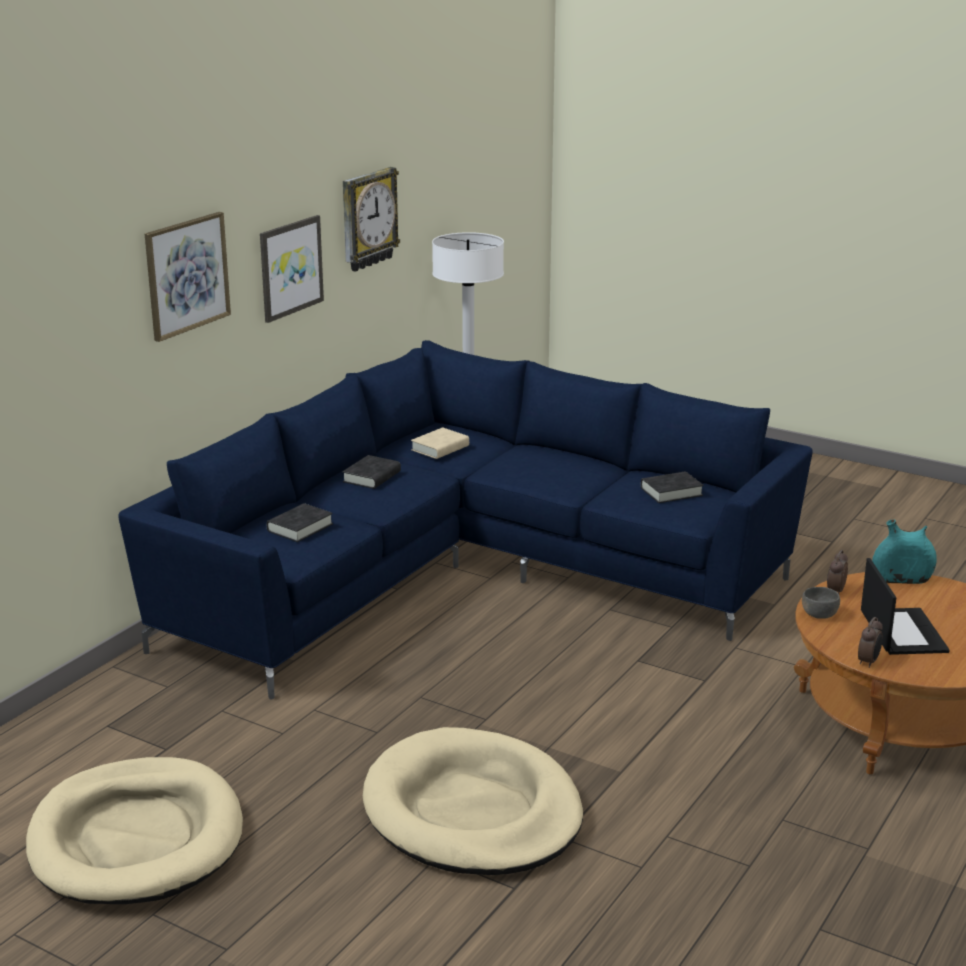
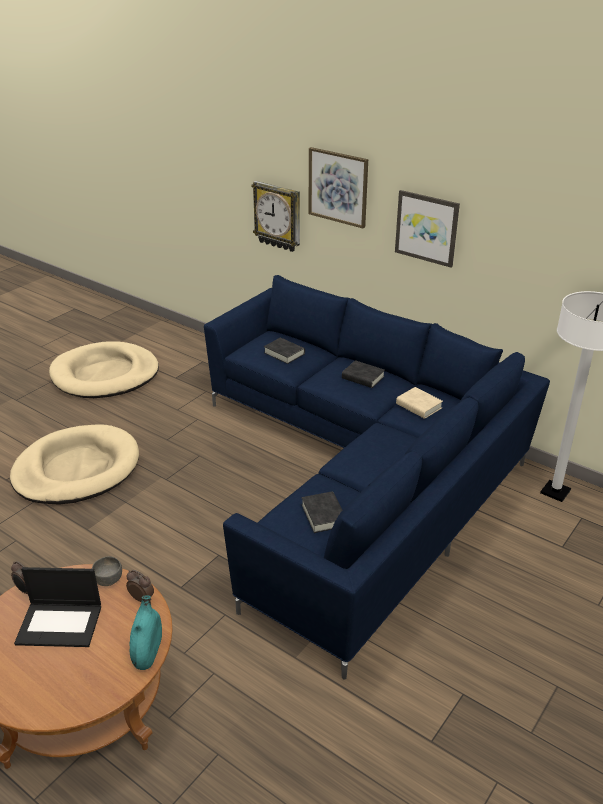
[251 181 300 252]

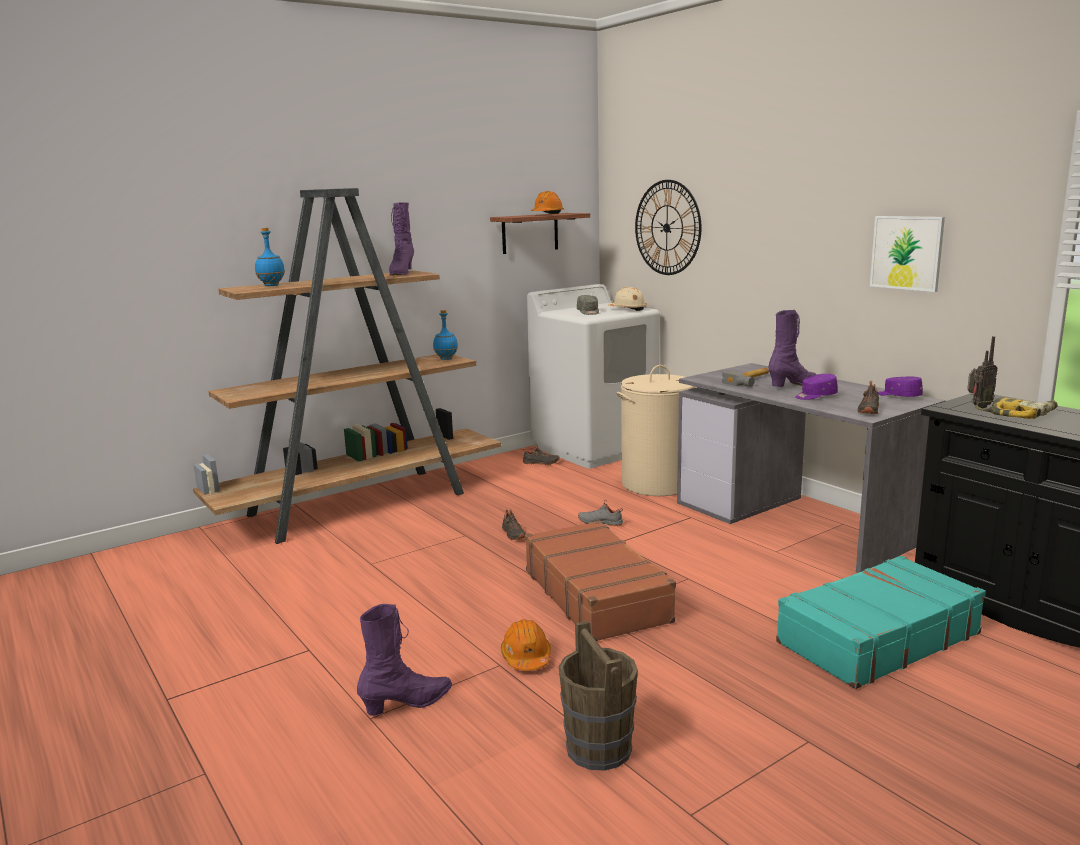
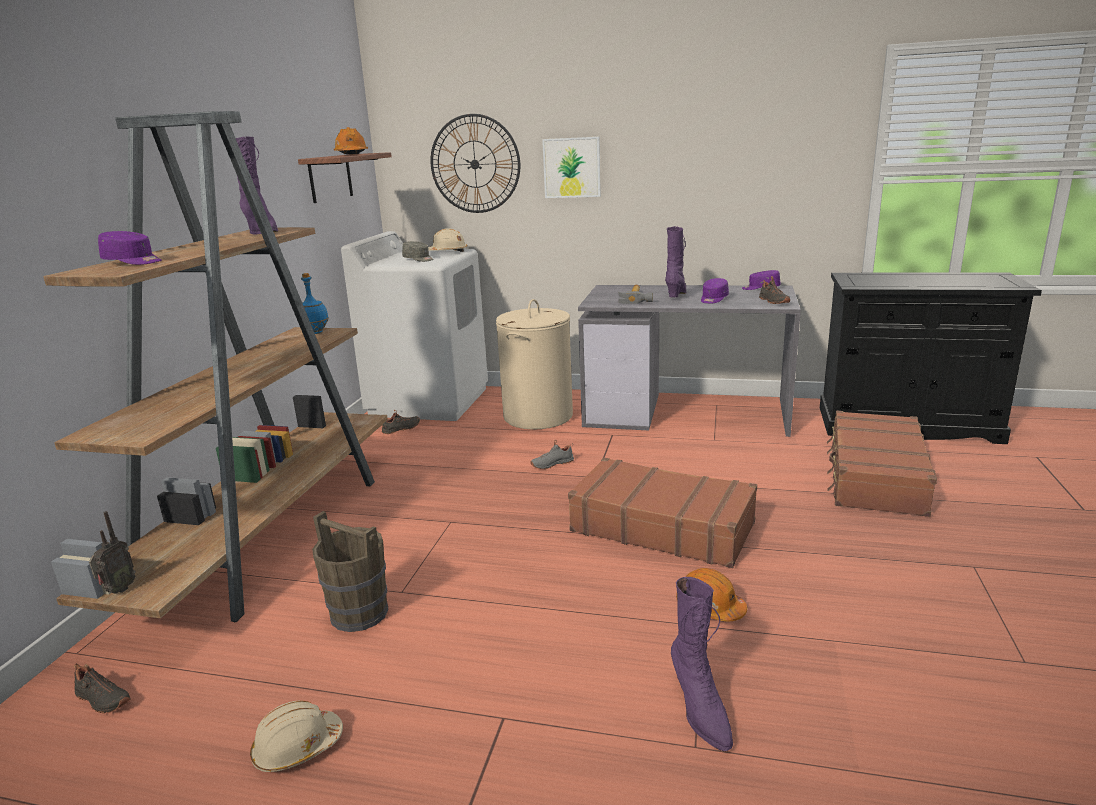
[542 137 601 198]
[98 231 161 265]
[89 511 136 594]
[976 397 1058 419] (first image)
[74 664 131 713]
[827 411 937 517]
[671 577 733 751]
[312 511 388 632]
[250 700 343 772]

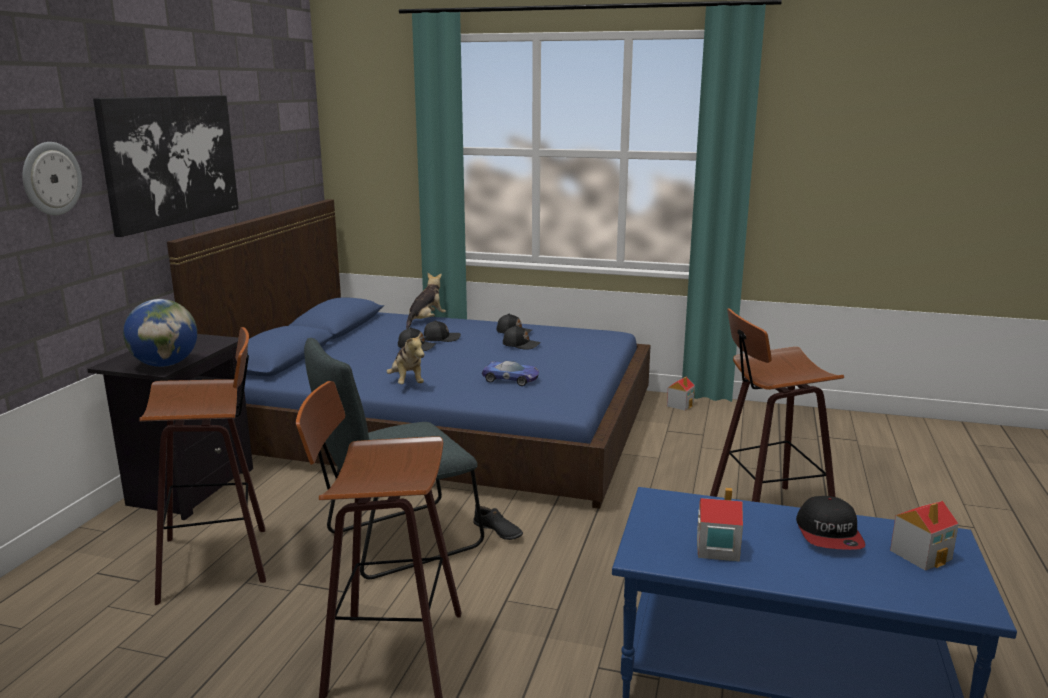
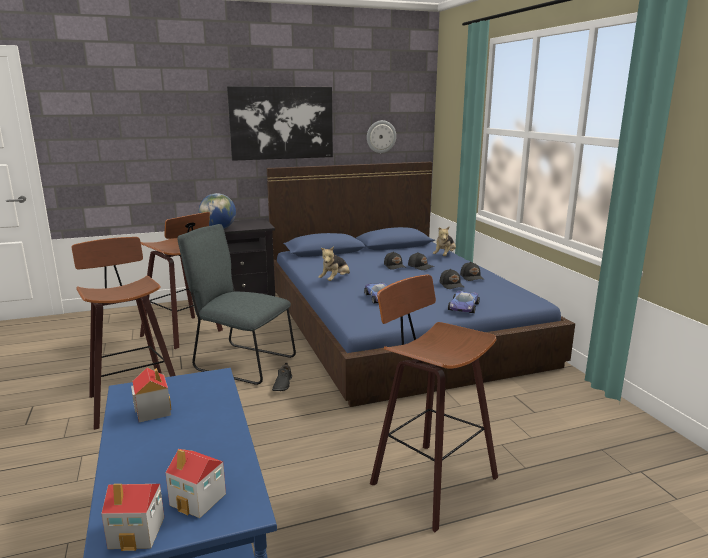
[367 120 396 153]
[433 227 456 256]
[101 484 164 551]
[796 496 865 550] (first image)
[448 291 480 313]

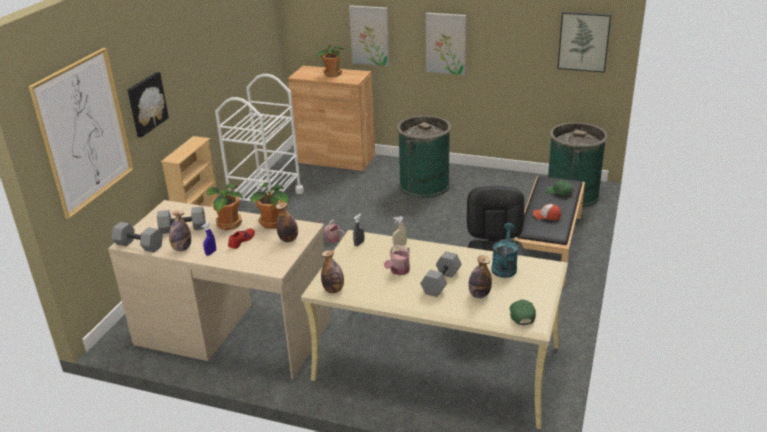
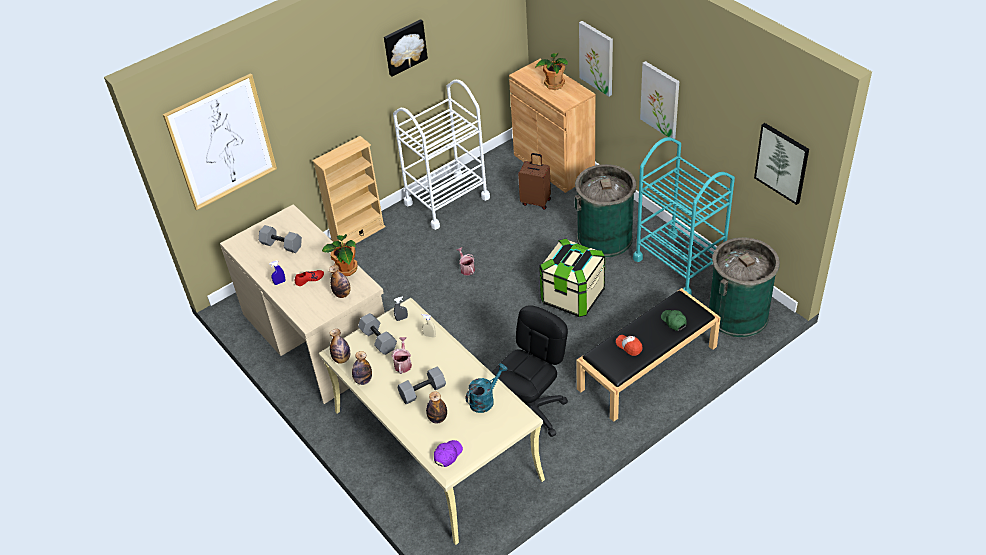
[384 19 428 77]
[206 184 243 230] (first image)
[352 351 372 385]
[358 313 397 355]
[391 337 412 374]
[434 440 463 467]
[633 137 735 295]
[518 153 551 210]
[539 238 605 317]

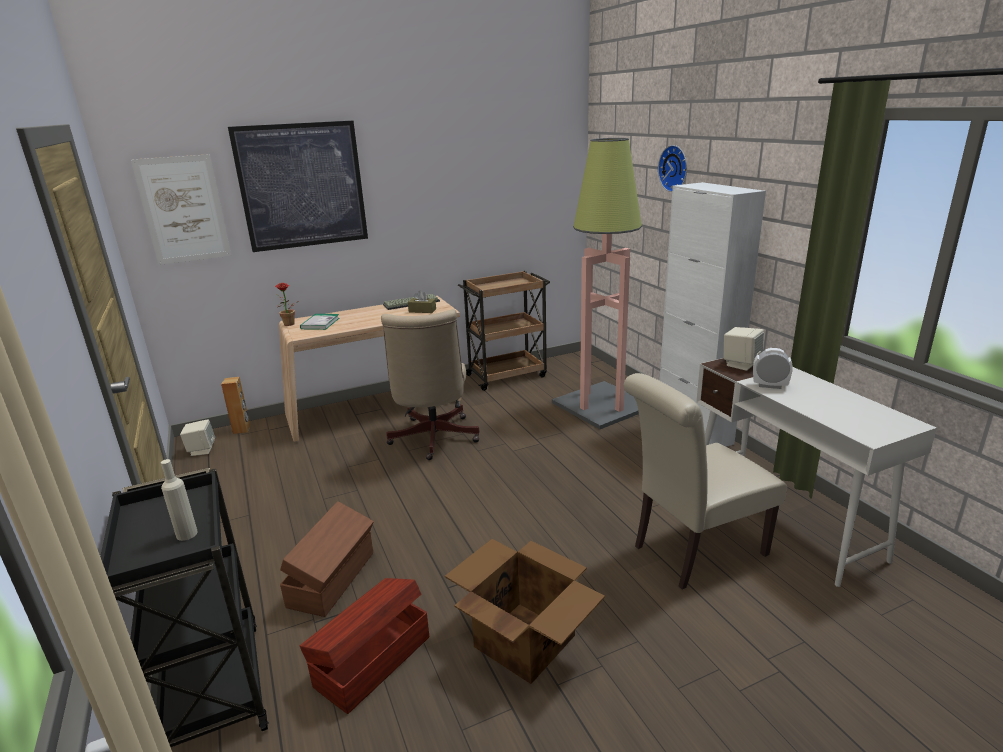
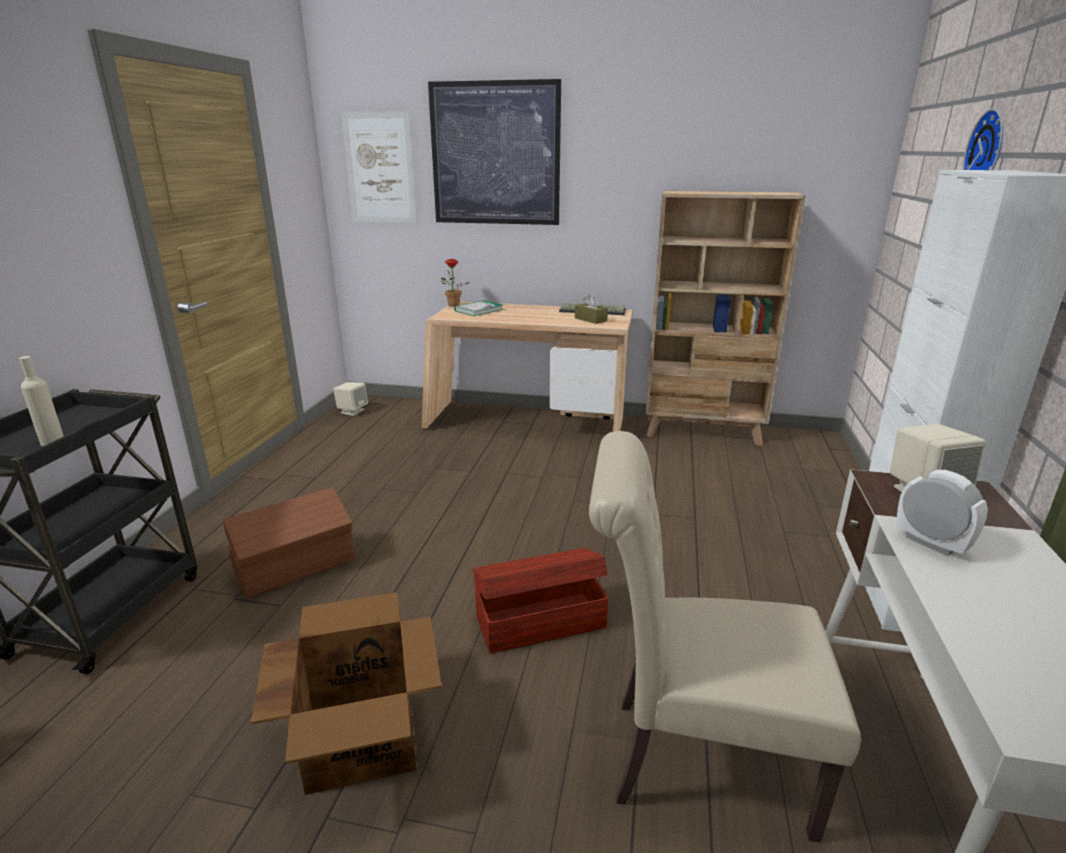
[552 138 642 429] (first image)
[646 191 805 446]
[381 309 480 460] (first image)
[221 377 251 434] (first image)
[473 548 609 654]

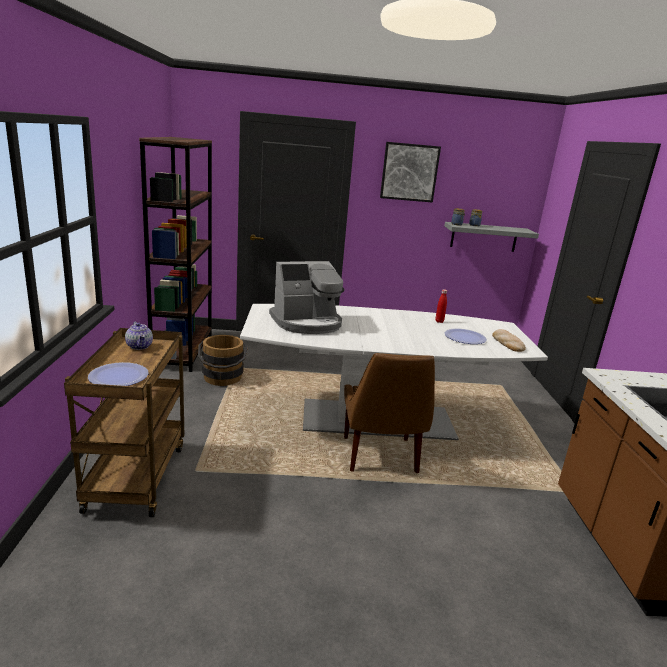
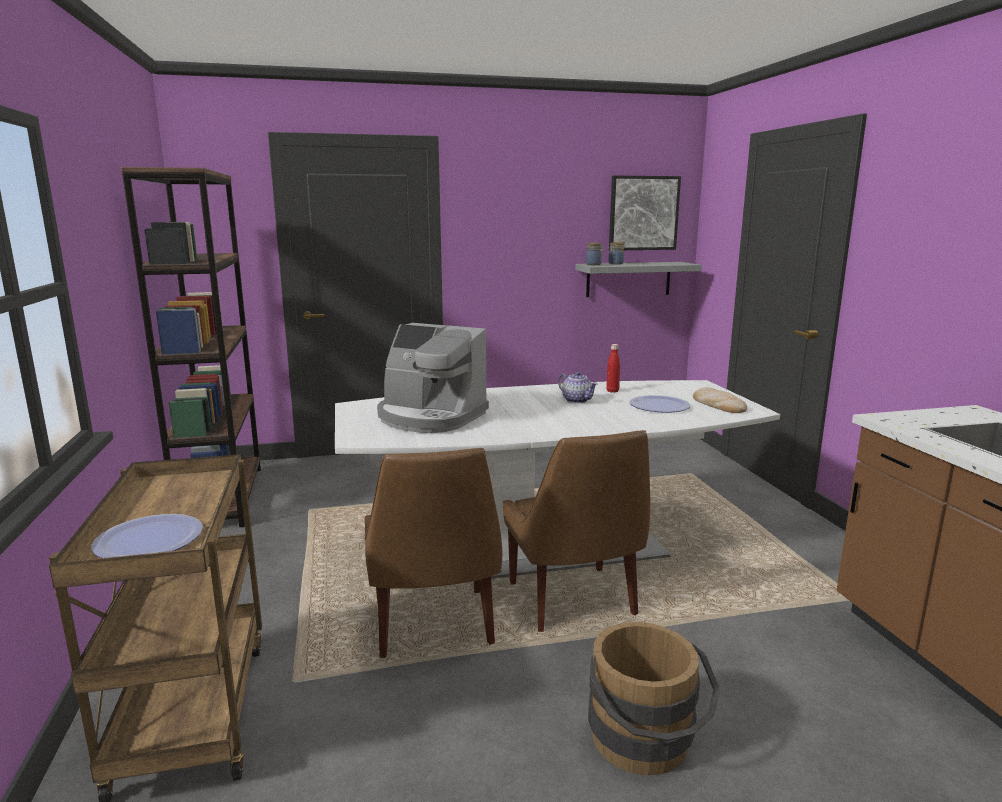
[609 176 681 250]
[377 323 489 433]
[558 371 598 403]
[588 622 720 776]
[365 448 502 658]

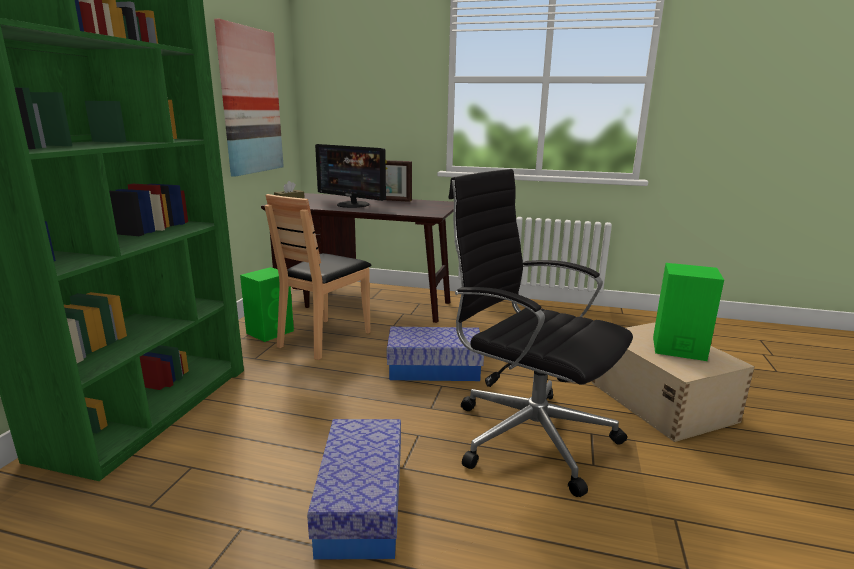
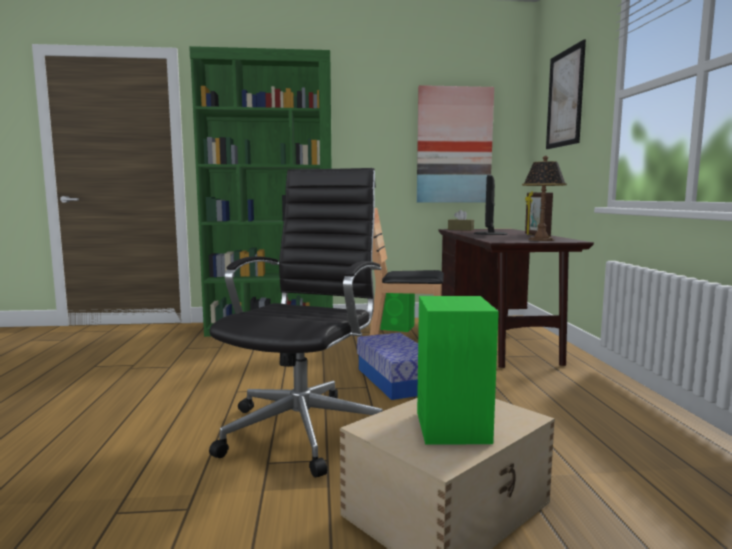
[307 419 401 560] (first image)
[546 40 586 149]
[522 156 567 241]

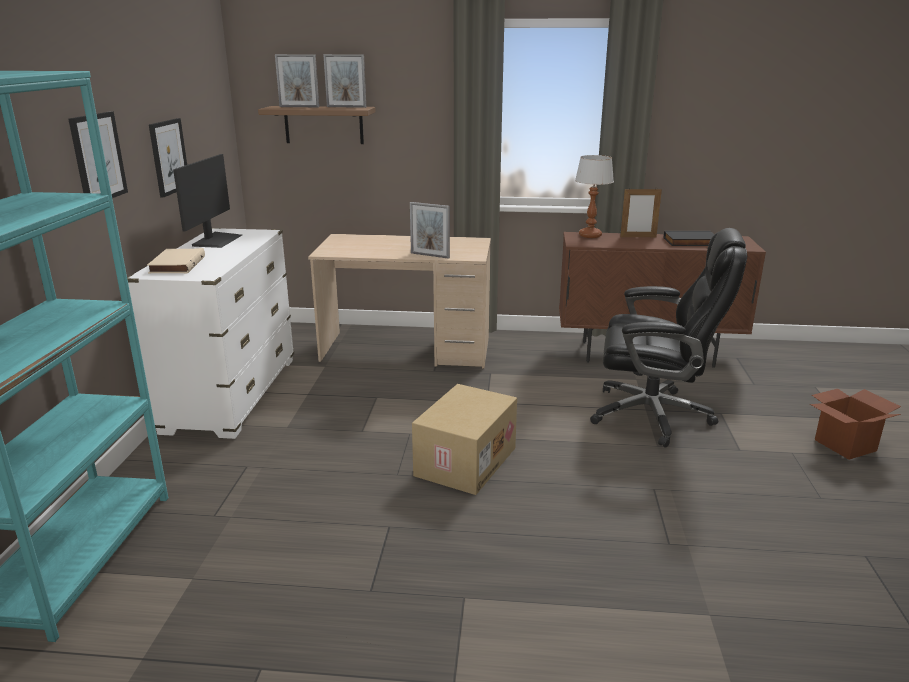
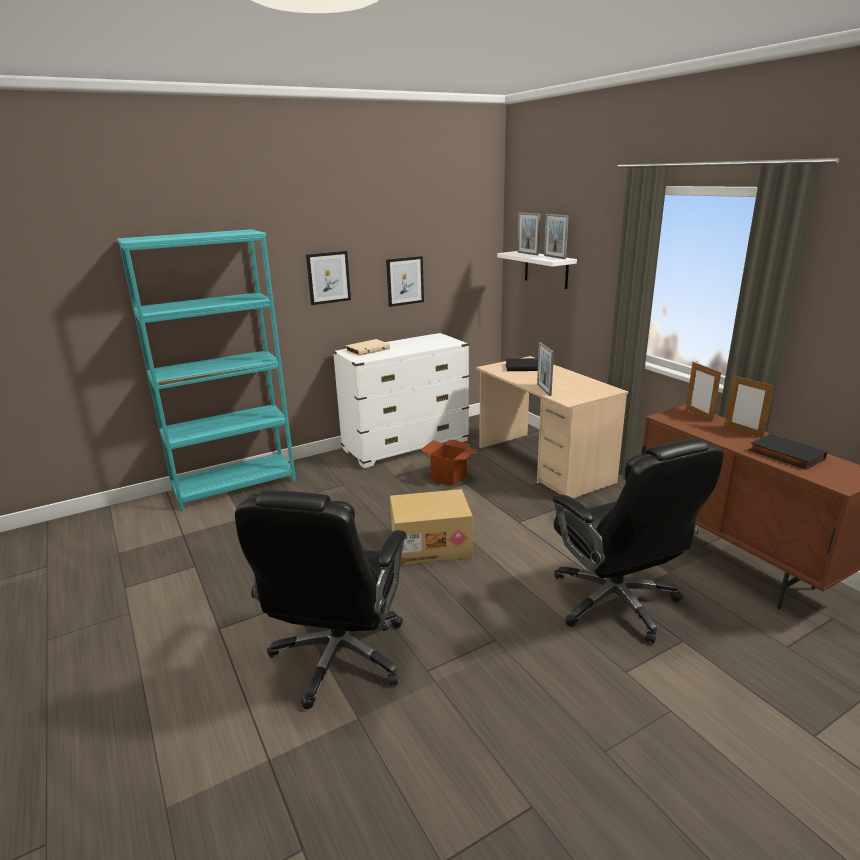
[497 251 577 289]
[173 154 242 248] (first image)
[686 362 721 422]
[420 439 477 485]
[505 358 538 371]
[235 490 406 709]

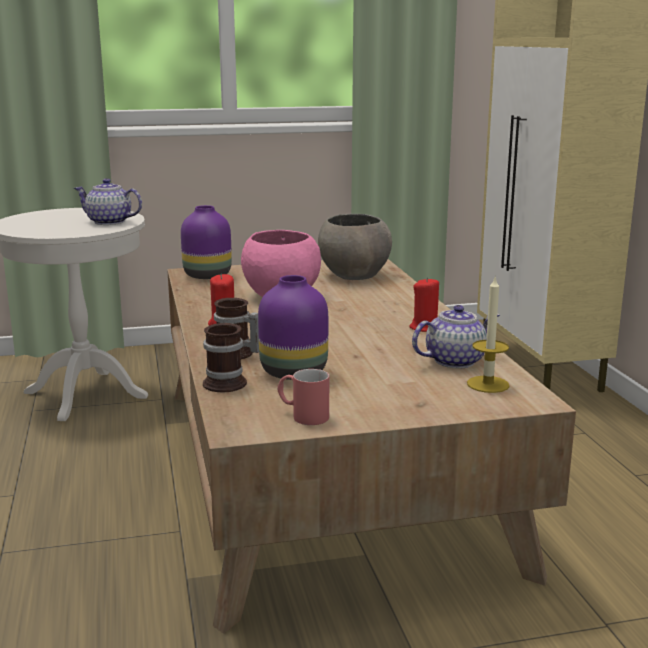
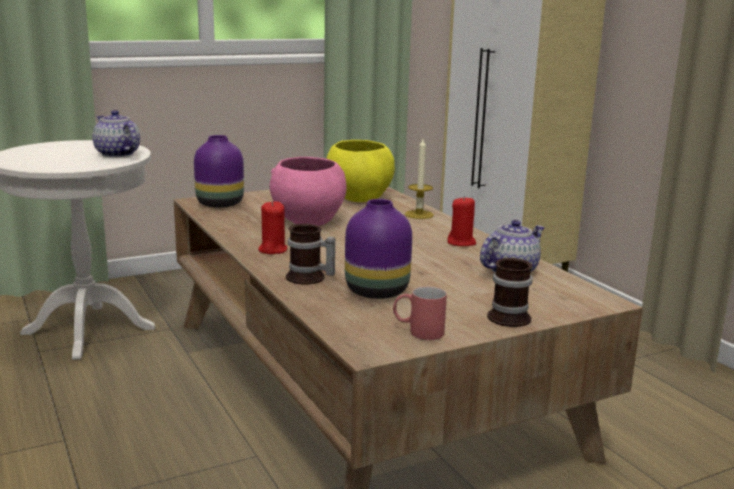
[93 110 140 157]
[327 140 395 202]
[405 139 434 219]
[487 258 533 327]

